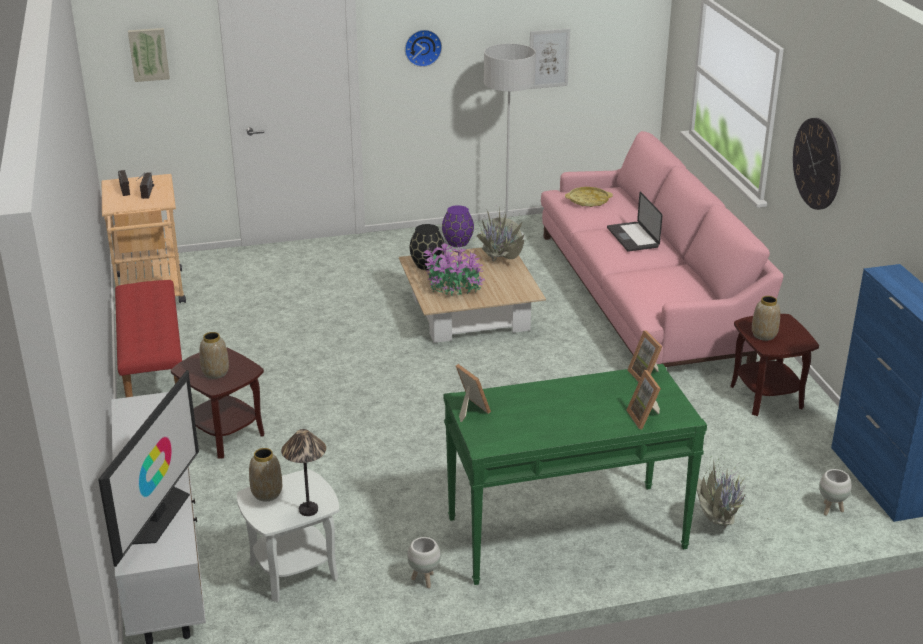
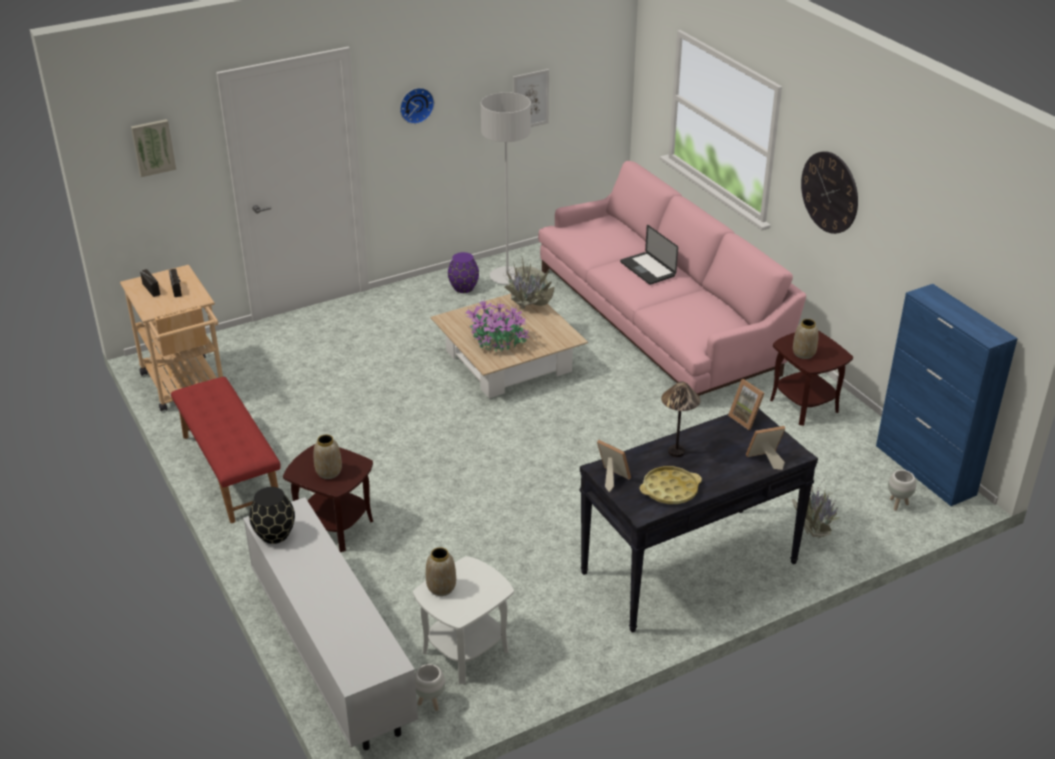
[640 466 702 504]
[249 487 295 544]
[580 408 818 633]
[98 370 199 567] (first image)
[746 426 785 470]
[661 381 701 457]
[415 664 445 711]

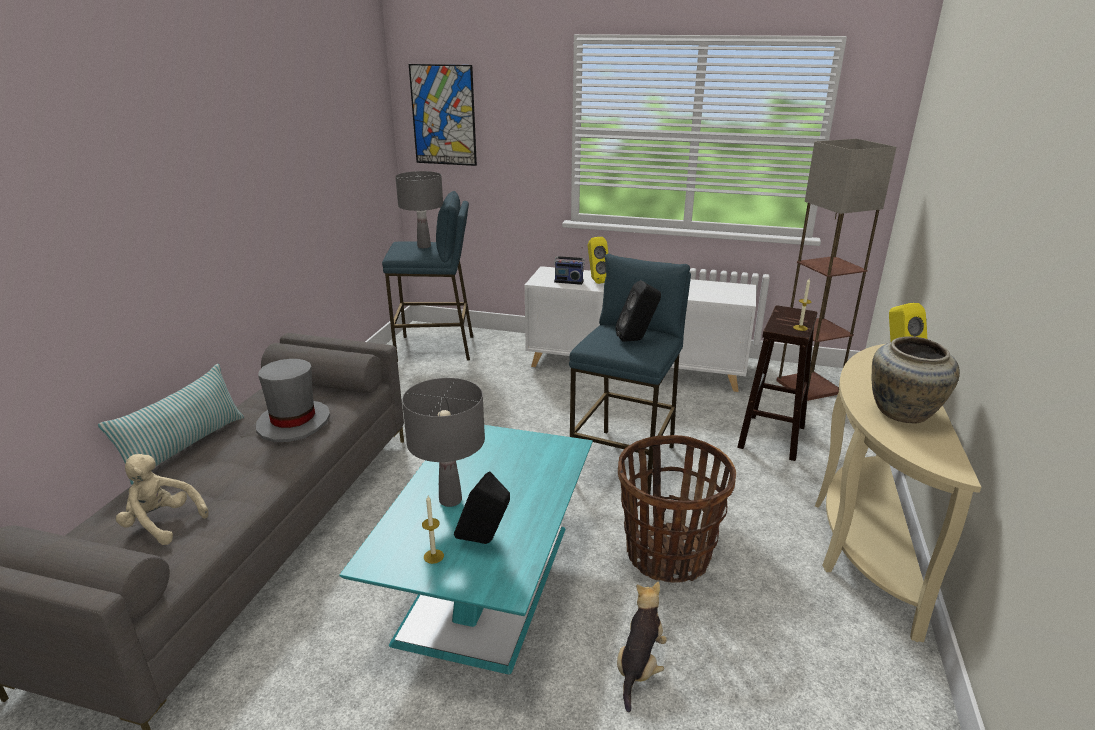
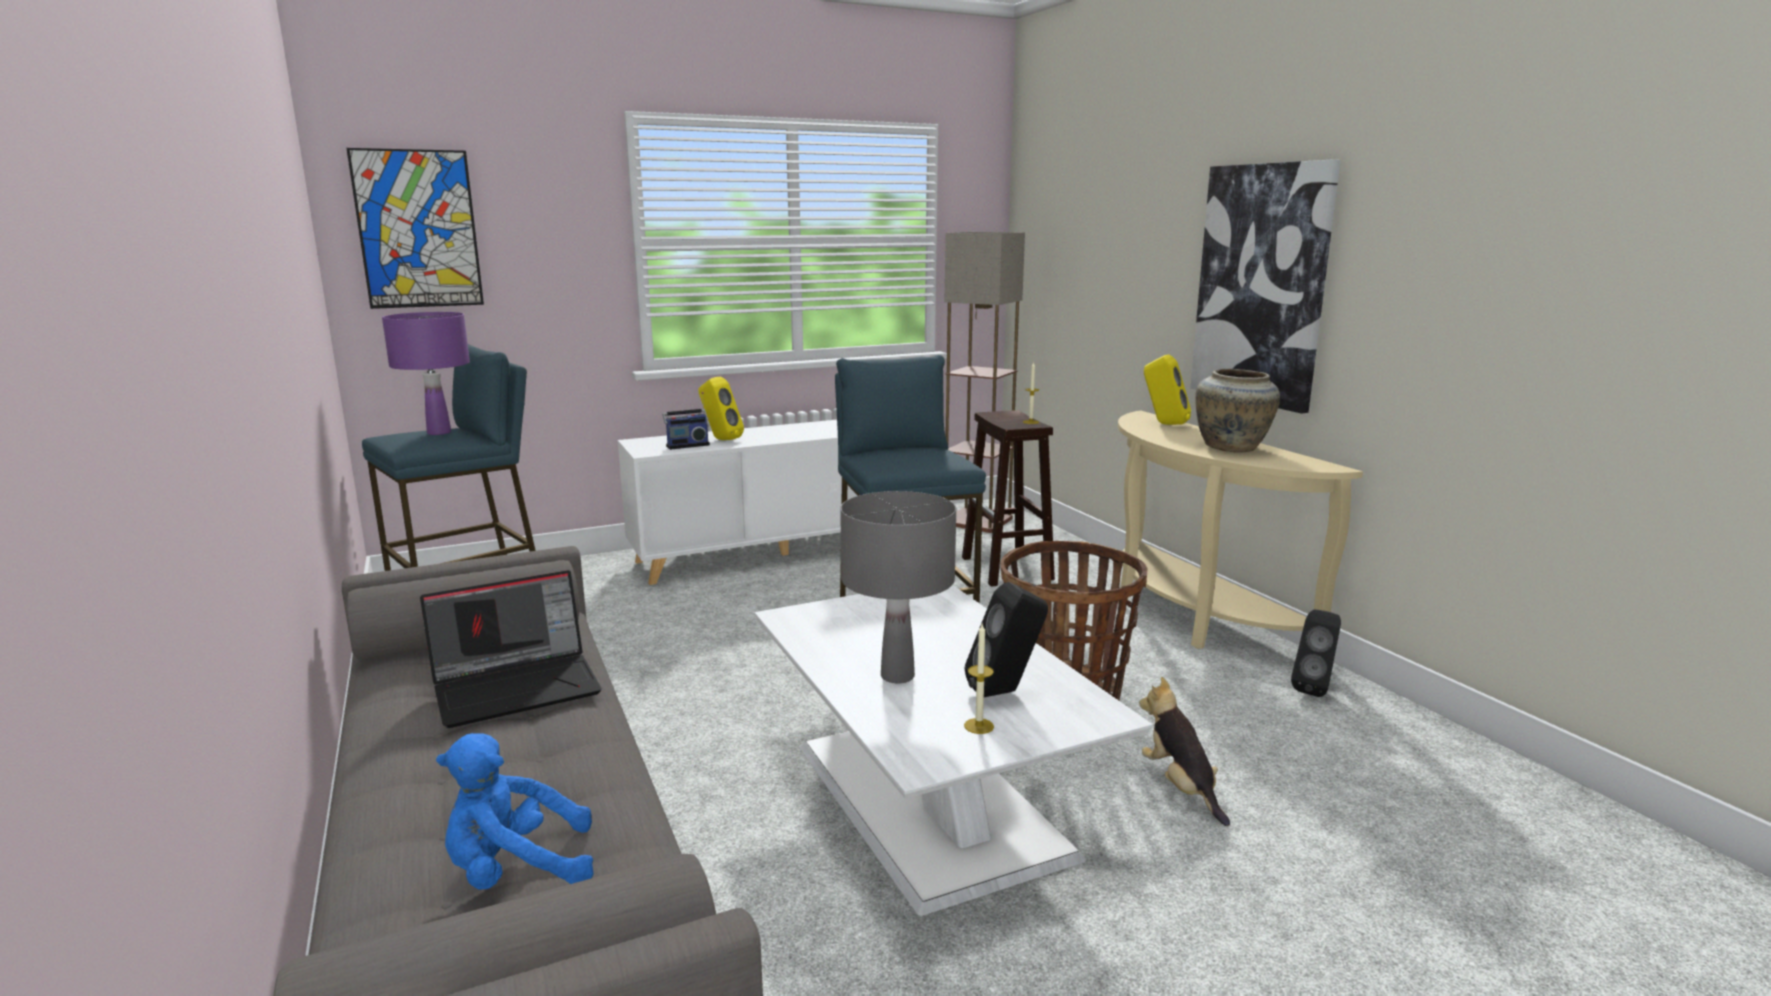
[382 312 470 435]
[1291 609 1341 697]
[420 570 602 728]
[98 364 244 485] (first image)
[755 585 1153 916]
[436 733 594 890]
[1190 159 1340 414]

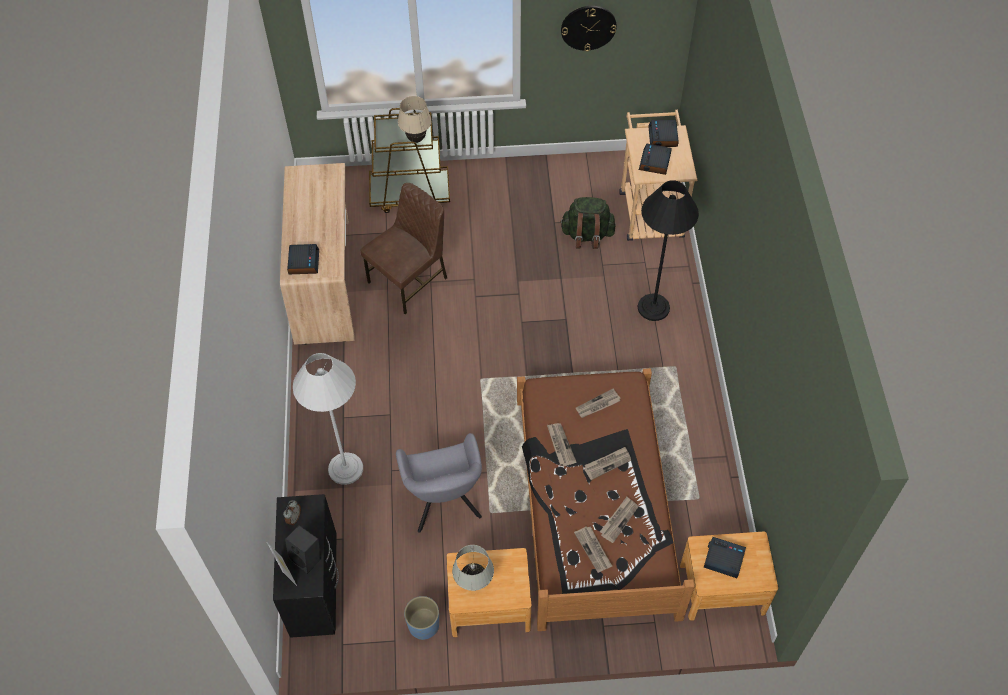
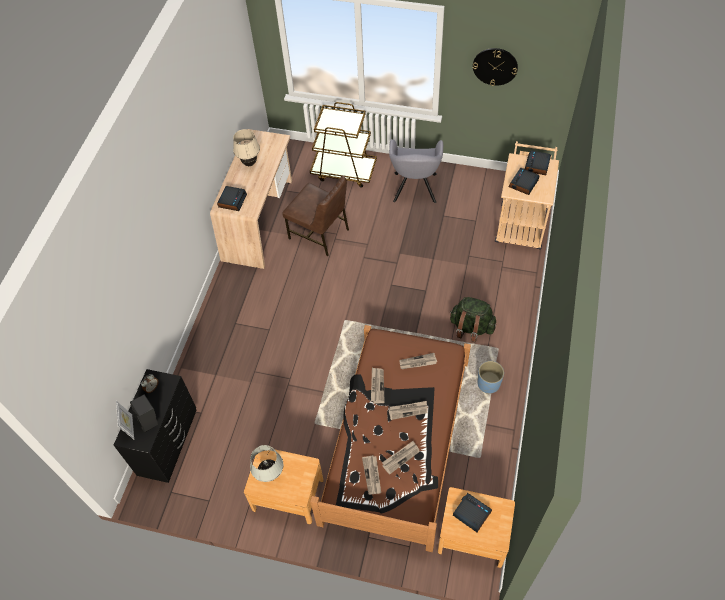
[233 129 260 166]
[637 180 699 321] (first image)
[282 175 349 256]
[450 297 496 342]
[293 353 363 485] (first image)
[389 139 443 203]
[478 361 504 394]

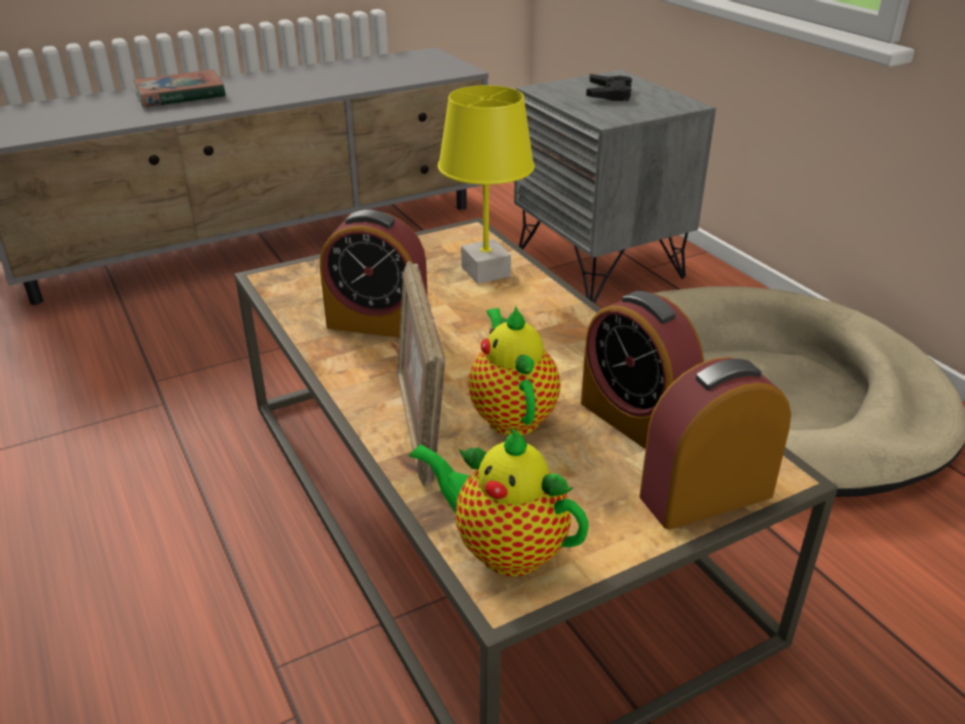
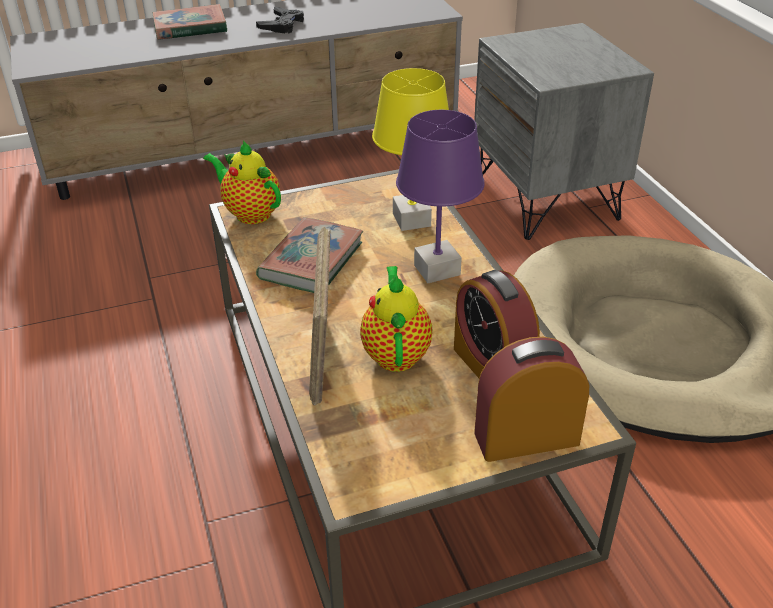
[256 6 304 33]
[256 217 363 293]
[203 140 281 224]
[396 110 485 283]

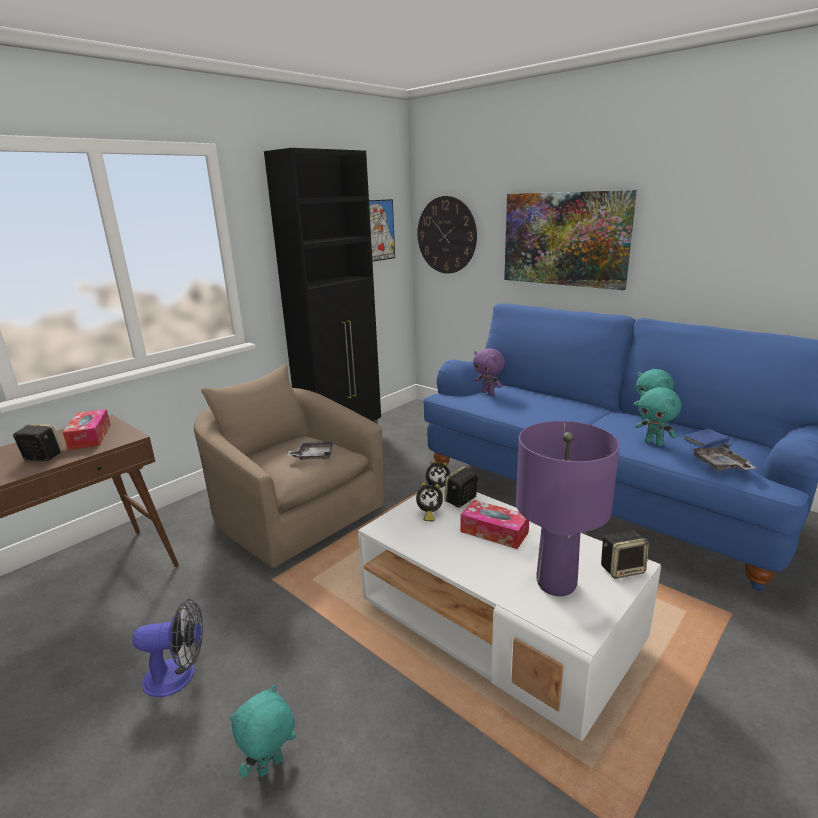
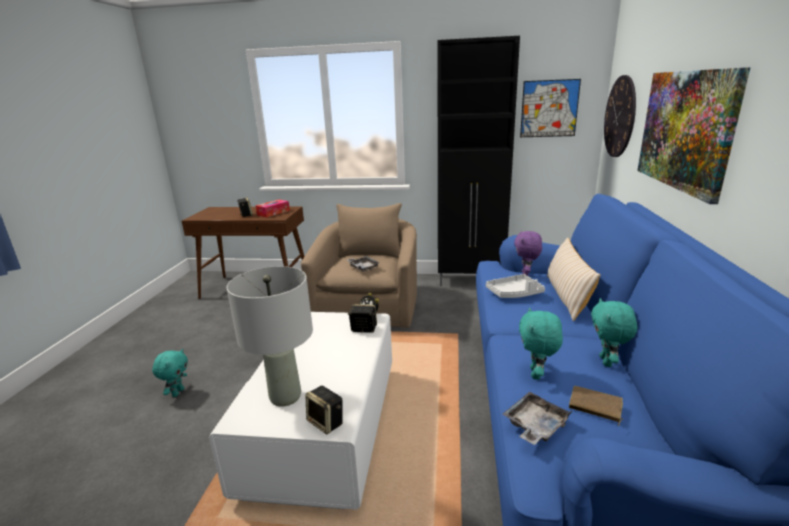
[227 266 313 407]
[569 386 623 426]
[416 482 443 521] (first image)
[461 500 529 549] (first image)
[133 599 203 697] (first image)
[152 349 188 397]
[547 237 600 321]
[486 274 545 298]

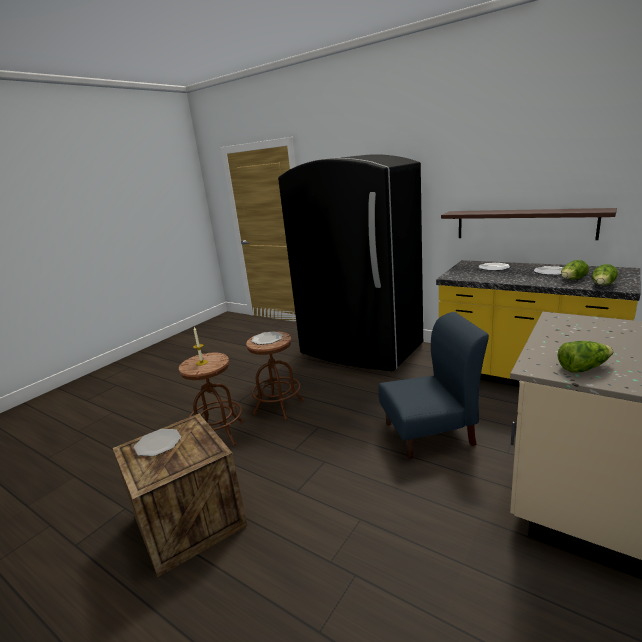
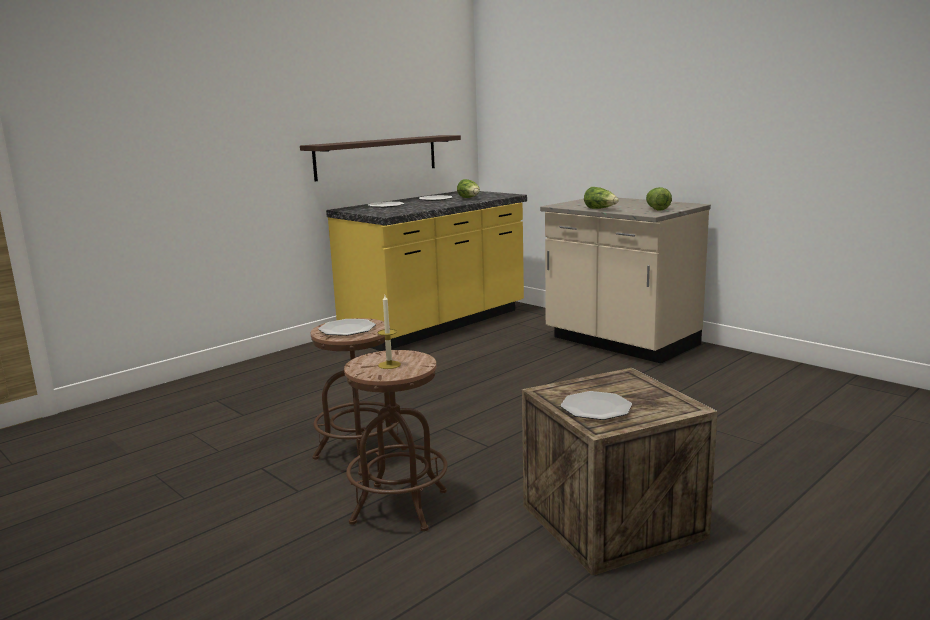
[278 154 423 371] (first image)
[584 187 619 209]
[378 312 489 459] (first image)

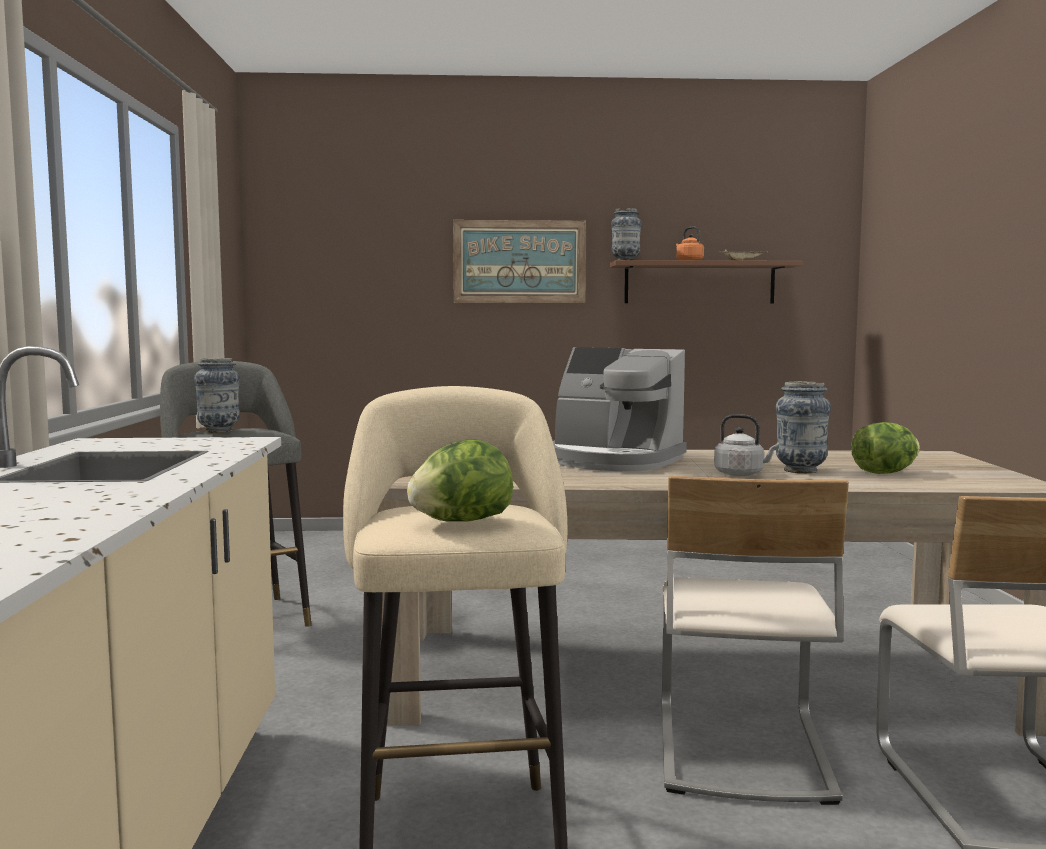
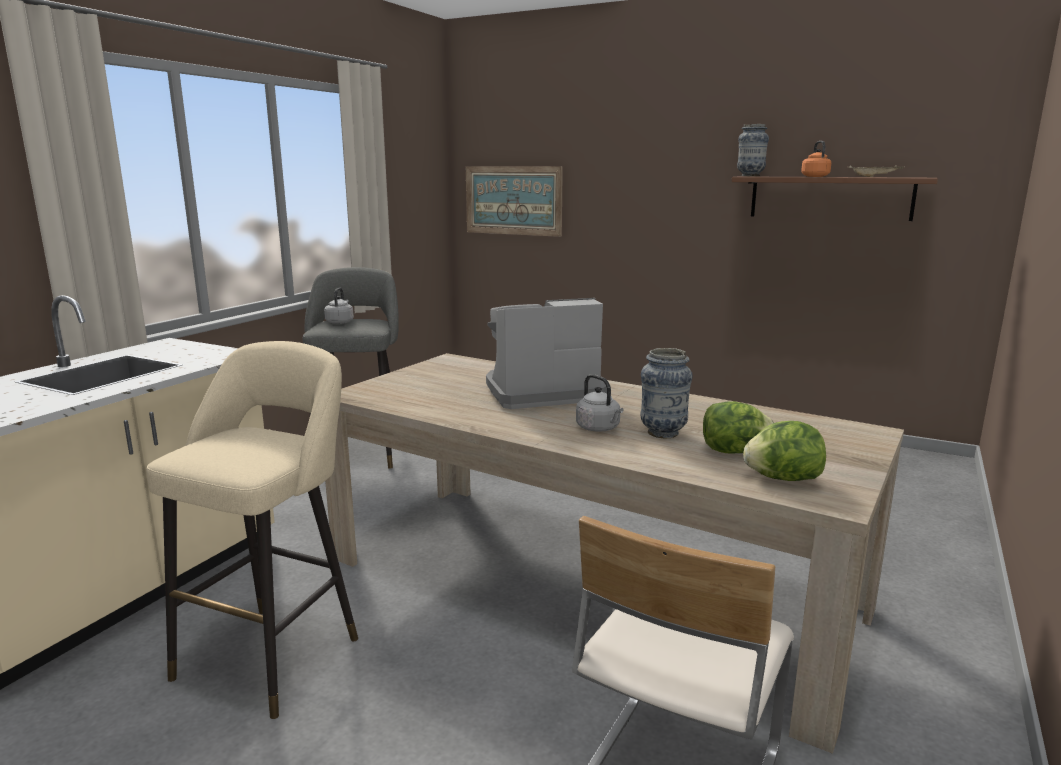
[466 166 563 237]
[486 298 607 409]
[324 288 354 324]
[743 421 826 481]
[662 476 849 805] (first image)

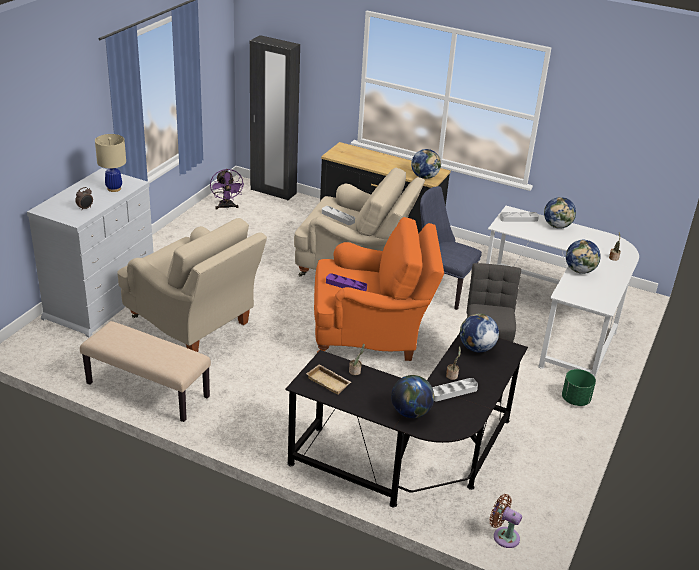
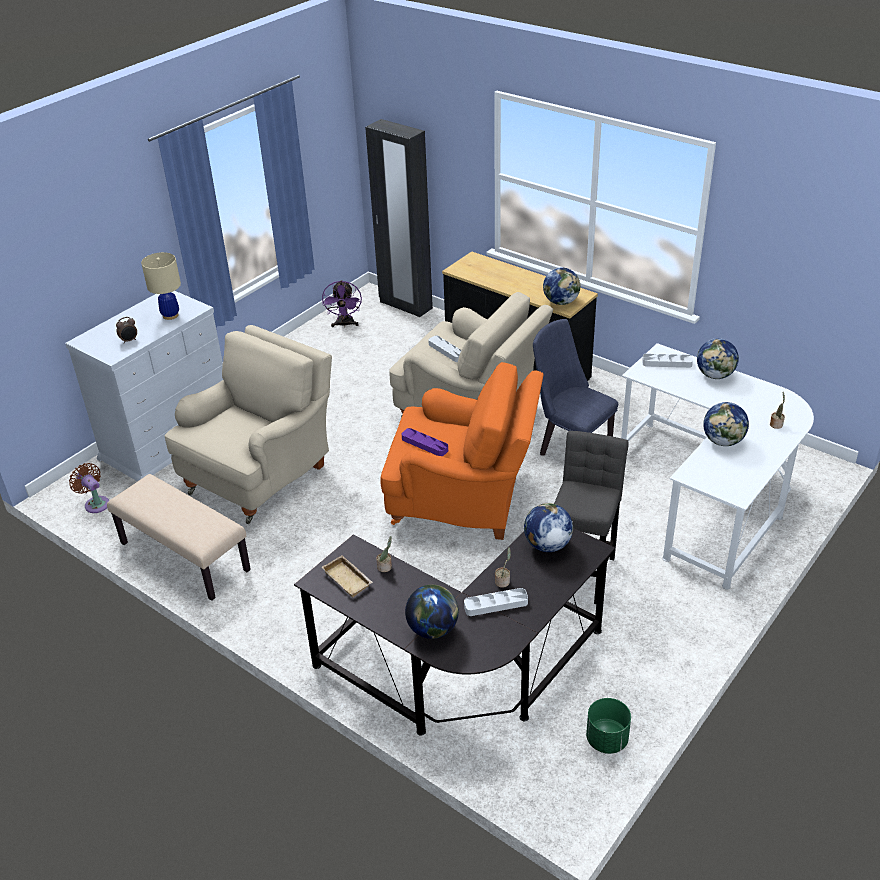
[165 325 332 524]
[586 698 631 754]
[69 463 109 513]

